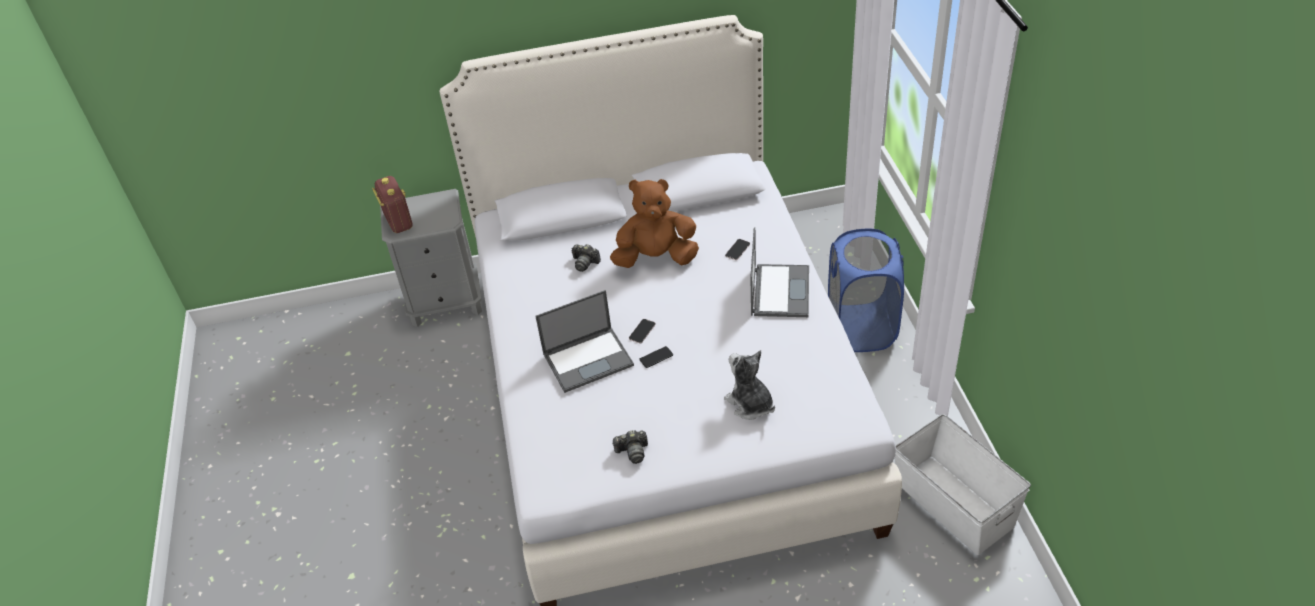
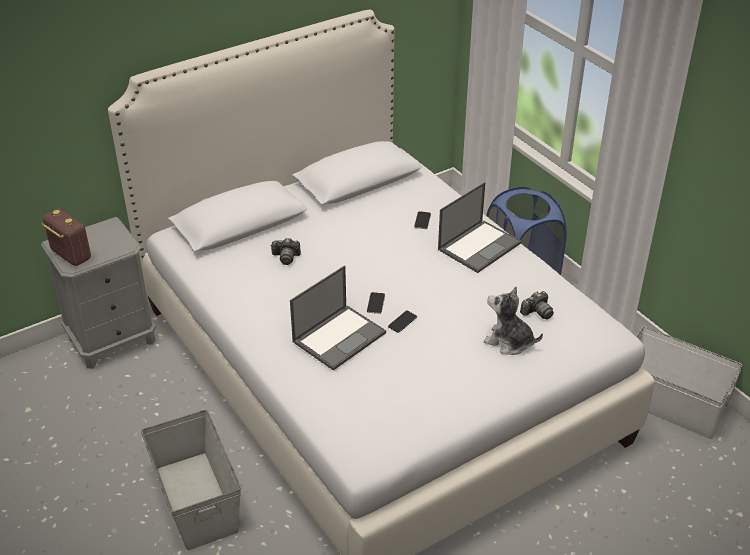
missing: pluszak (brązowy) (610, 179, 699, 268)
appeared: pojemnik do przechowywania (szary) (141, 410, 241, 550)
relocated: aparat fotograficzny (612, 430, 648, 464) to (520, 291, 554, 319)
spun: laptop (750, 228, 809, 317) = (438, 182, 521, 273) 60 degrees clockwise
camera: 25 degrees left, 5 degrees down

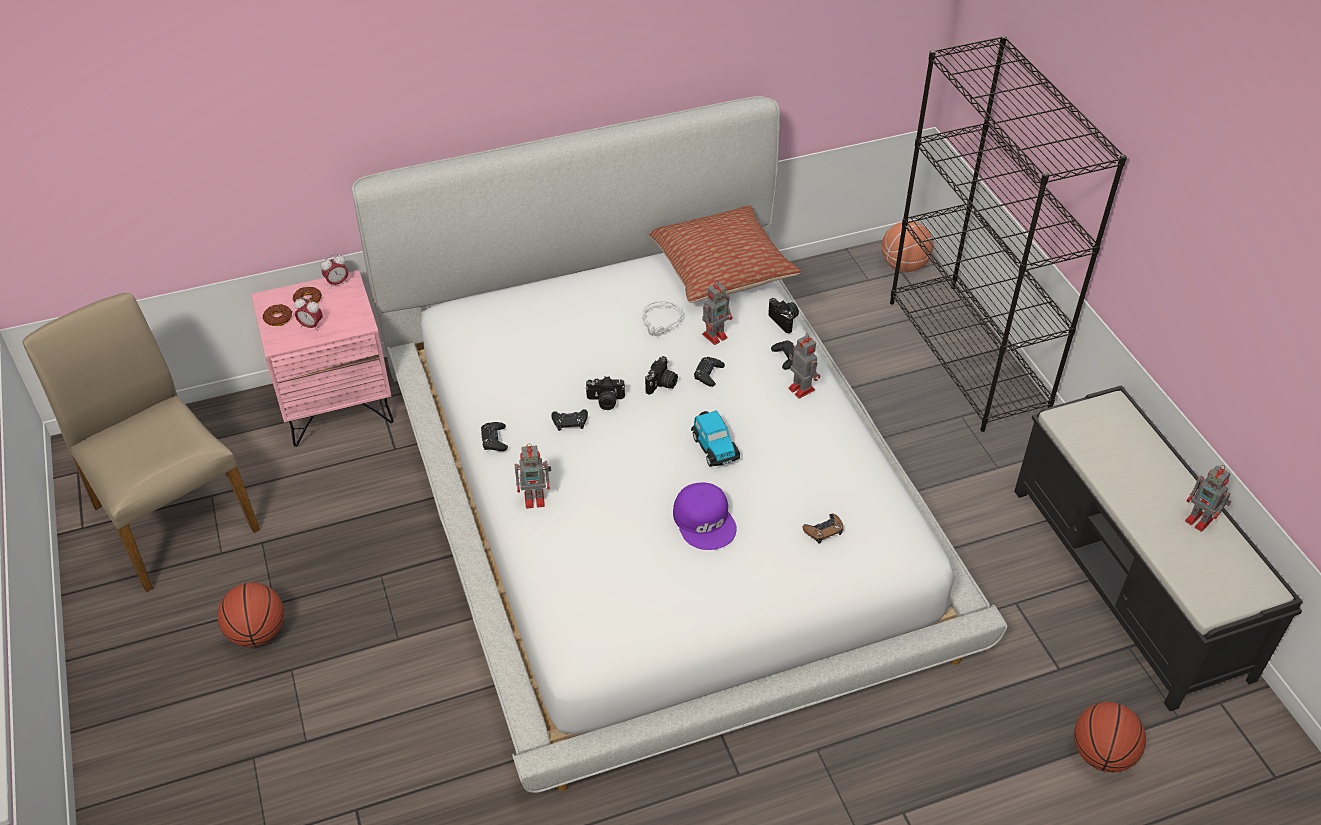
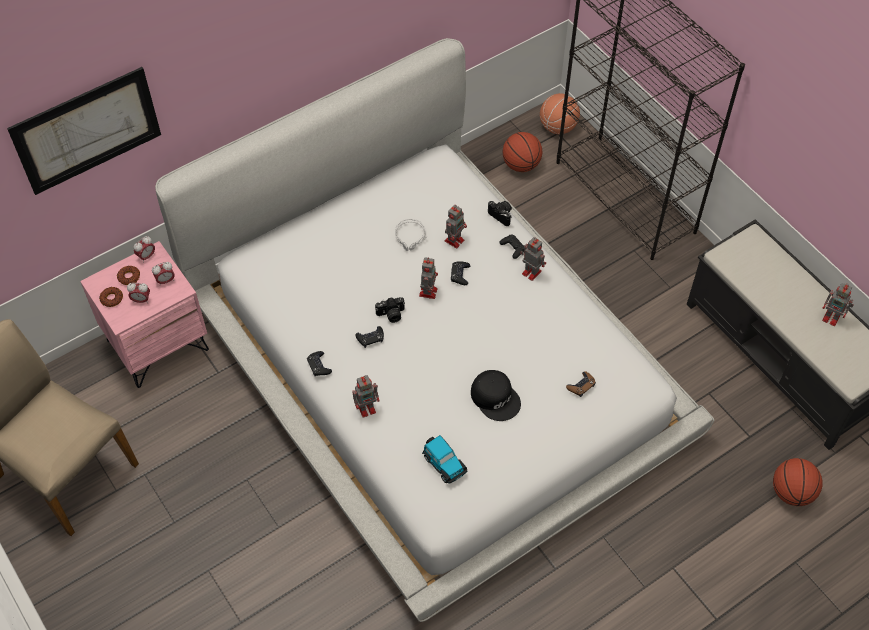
missing: poduszka (648, 205, 801, 303)
appeared: obraz (7, 67, 161, 195); budzik (152, 262, 175, 286)
relocated: piłka do koszykówki (217, 582, 284, 647) to (503, 132, 542, 172); samochodzik (691, 411, 740, 467) to (422, 435, 467, 484)
exchanged: aparat fotograficzny (645, 356, 678, 395) to robot zabawkowy (419, 257, 438, 299)
colour: czapka z daszkiem (fioletowy) (673, 482, 737, 550) to czapka z daszkiem (czarny) (471, 370, 521, 421)
camera: 15 degrees left, 10 degrees up

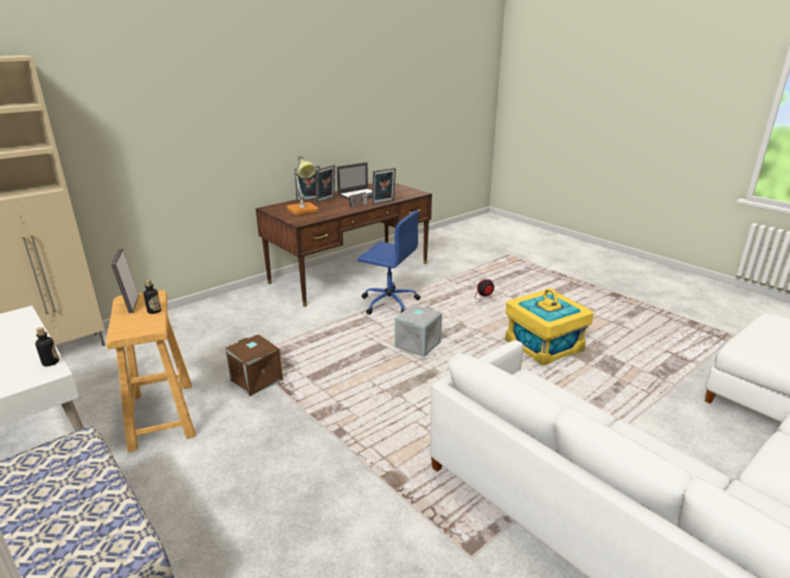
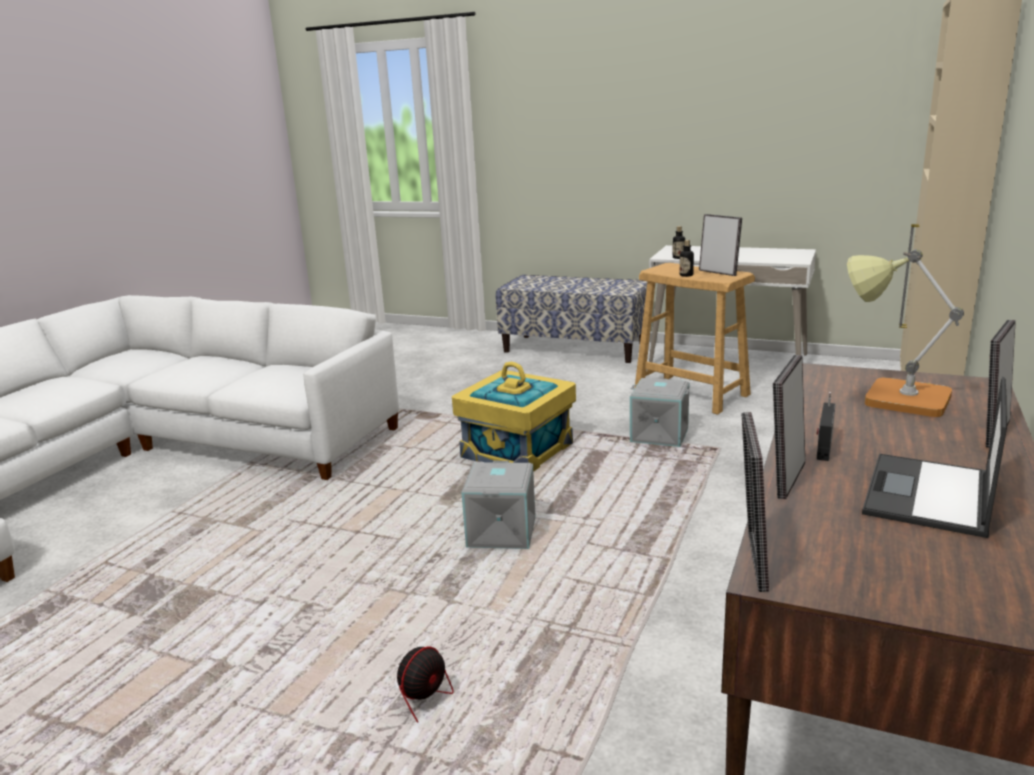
missing: krzesło biurowe (niebieski) (358, 210, 420, 315)
relocated: ramka na zdjęcie (316, 165, 335, 203) to (741, 412, 769, 592); pojemnik do przechowywania (żółty) (505, 288, 594, 366) to (452, 362, 576, 472)
colour: pojemnik do przechowywania (brązowy) (225, 334, 283, 396) to pojemnik do przechowywania (szary) (630, 378, 690, 447)
camera: 155 degrees right, 5 degrees down

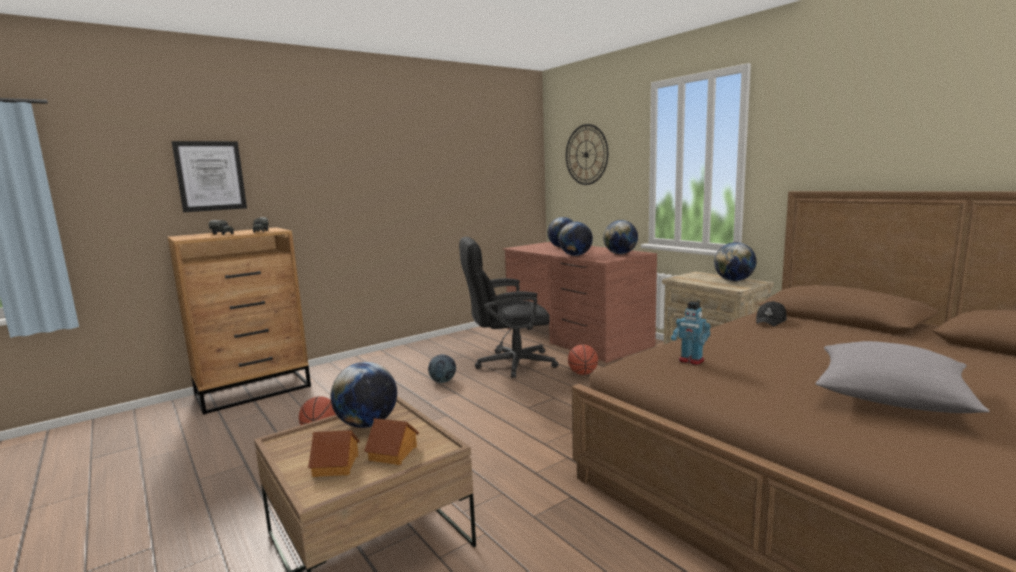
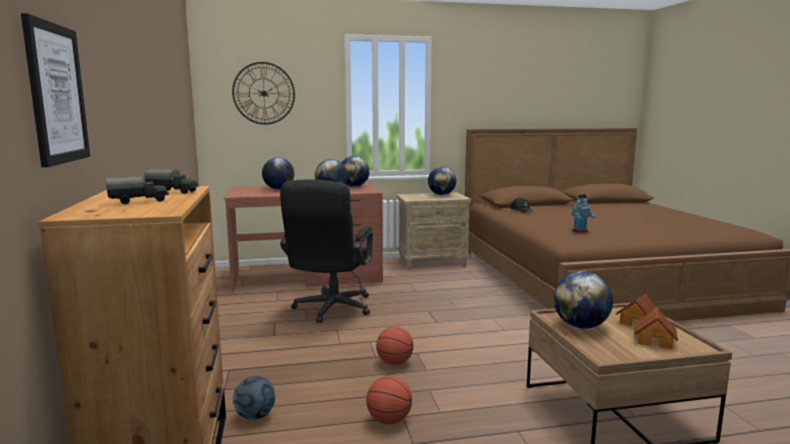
missing: poduszka (szary) (815, 341, 989, 413)
relocated: piłka futbolowa (428, 354, 456, 383) to (233, 376, 275, 420); piłka do koszykówki (568, 345, 598, 375) to (376, 327, 414, 365)
camera: 65 degrees left, 0 degrees up

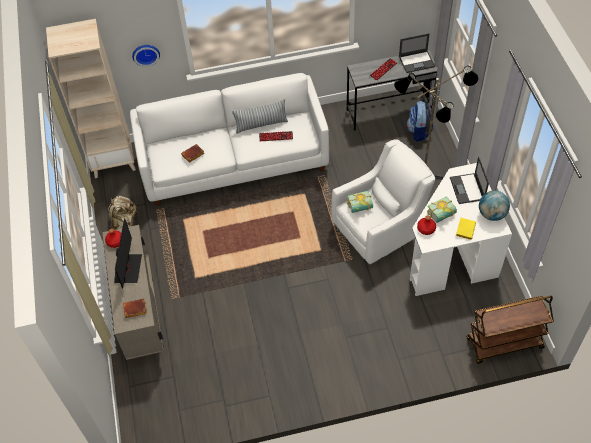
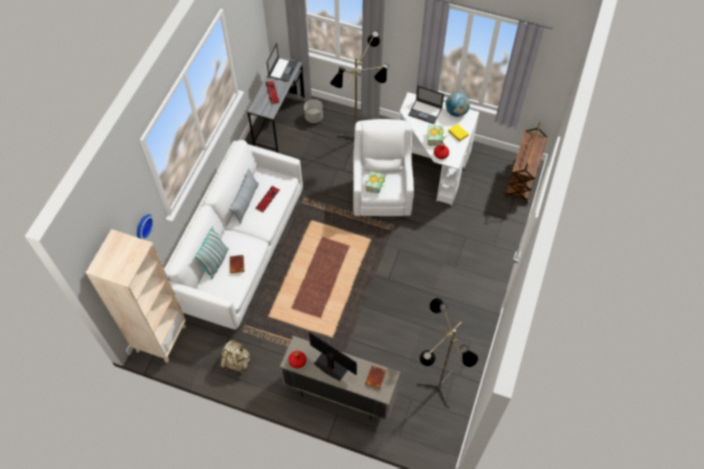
appeared: poduszka (195, 226, 229, 279); lampa stojąca (417, 298, 478, 408)
exchanged: plecak (407, 101, 433, 141) to donica (szary) (304, 99, 323, 123)
camera: 60 degrees left, 5 degrees up

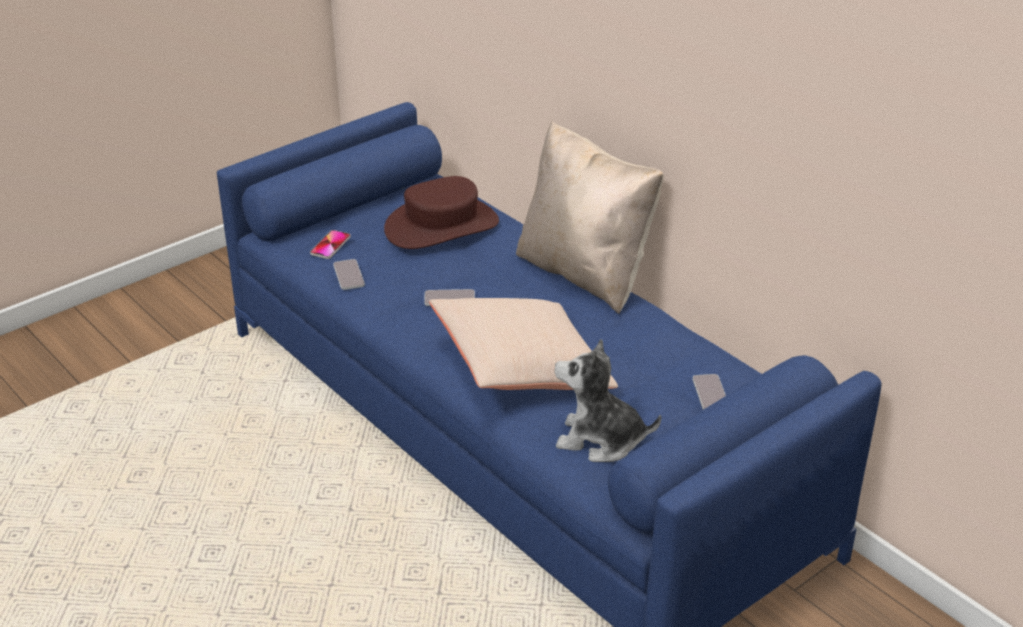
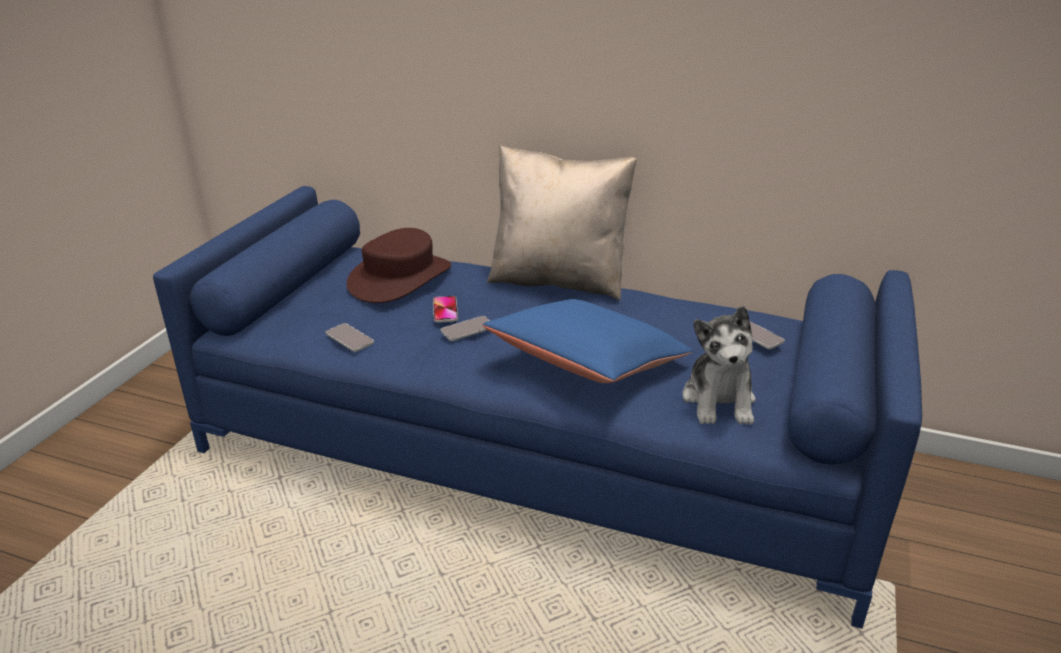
relocated: telefon (310, 230, 351, 259) to (433, 296, 458, 322)
colour: poduszka (beżowy) (429, 298, 618, 390) to poduszka (niebieski) (483, 299, 692, 383)
spun: pluszak (554, 339, 662, 462) = (683, 306, 756, 425) 75 degrees counterclockwise
camera: 30 degrees left, 5 degrees down

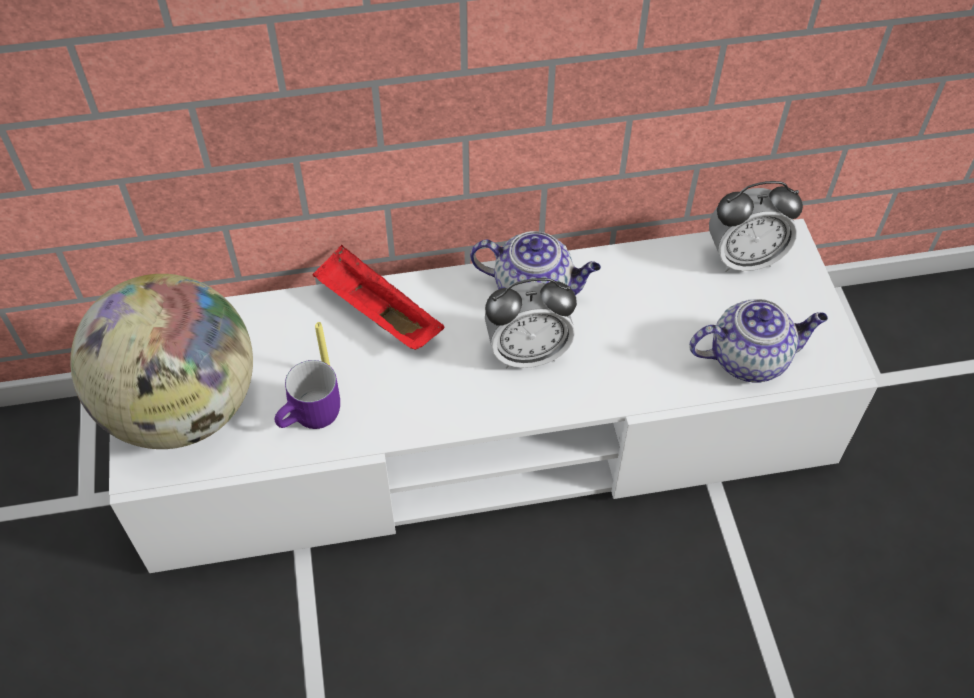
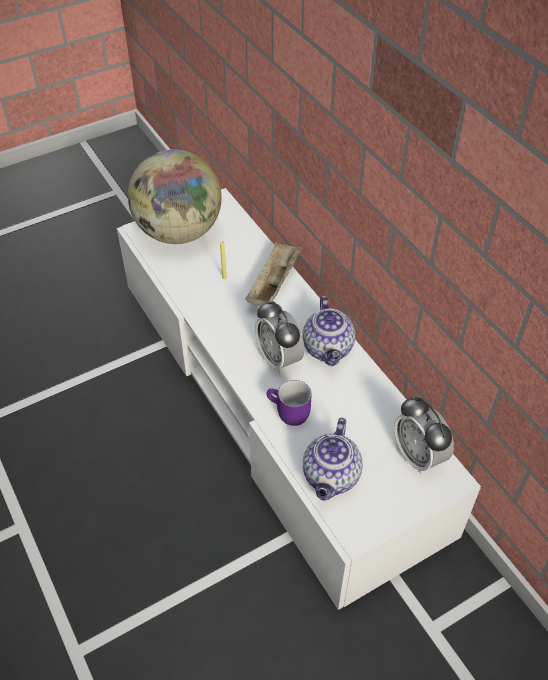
relocated: kubek (fioletowy) (275, 360, 340, 429) to (267, 380, 312, 426)
colour: taca (czerwony) (313, 245, 444, 350) to taca (beżowy) (245, 242, 303, 306)
spun: imbryk (689, 299, 828, 383) = (303, 418, 363, 501) 45 degrees clockwise
camera: 70 degrees right, 5 degrees down

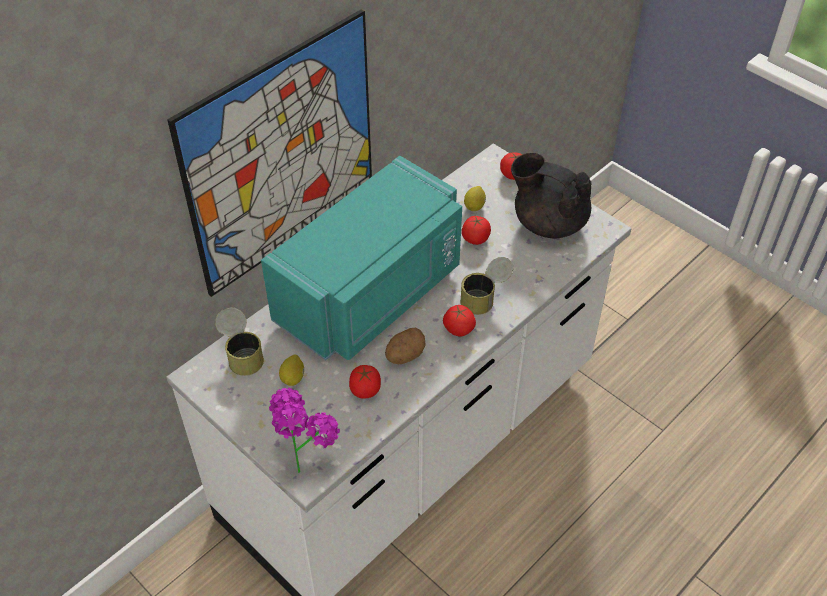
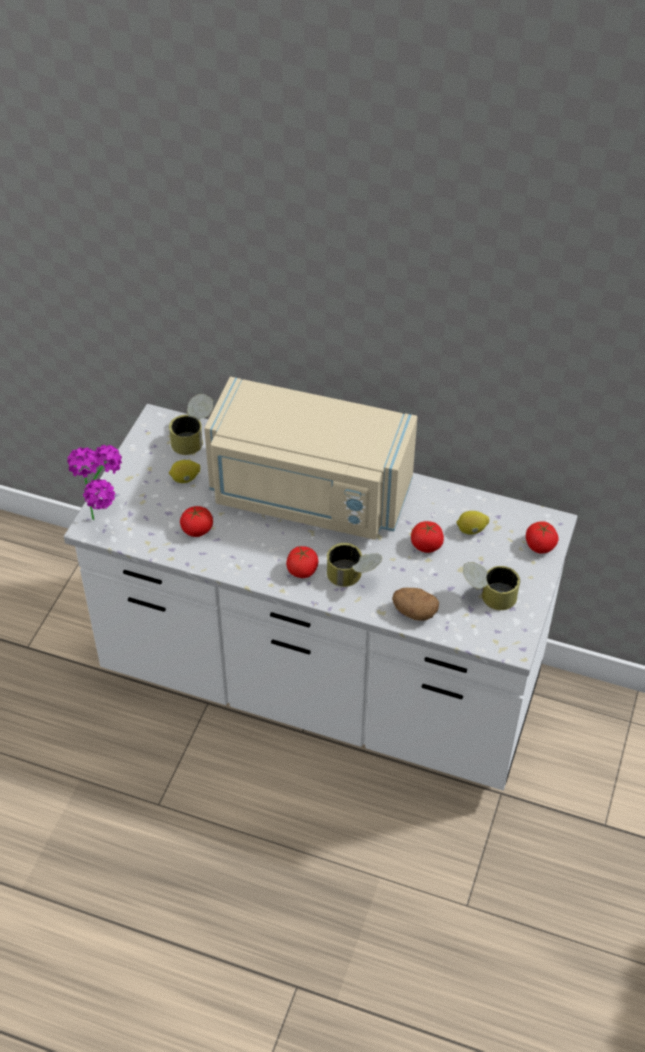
missing: obraz (167, 9, 372, 297)
relocated: ziemniak (385, 327, 426, 364) to (392, 588, 439, 621)
exchanged: imbryk (czarny) (511, 153, 591, 238) to puszka (463, 562, 520, 610)
colour: mikrofalówka (turkusowy) (261, 156, 462, 360) to mikrofalówka (beżowy) (204, 377, 417, 540)
camera: 65 degrees right, 0 degrees up

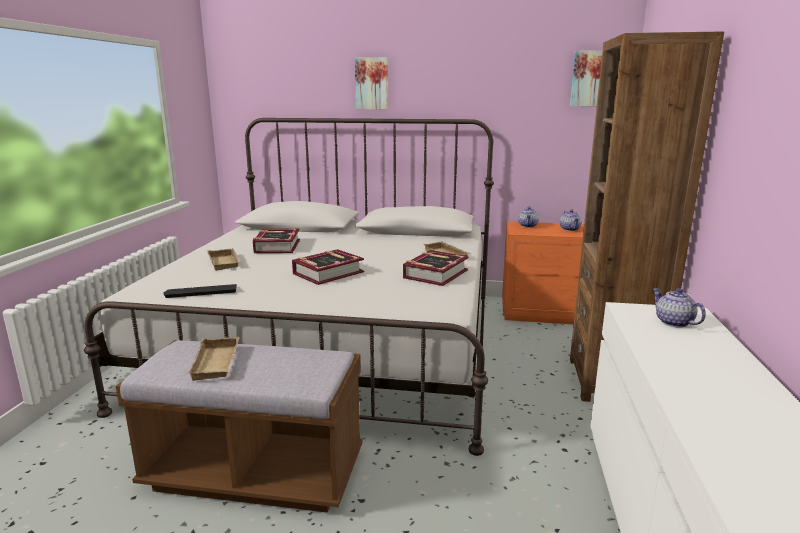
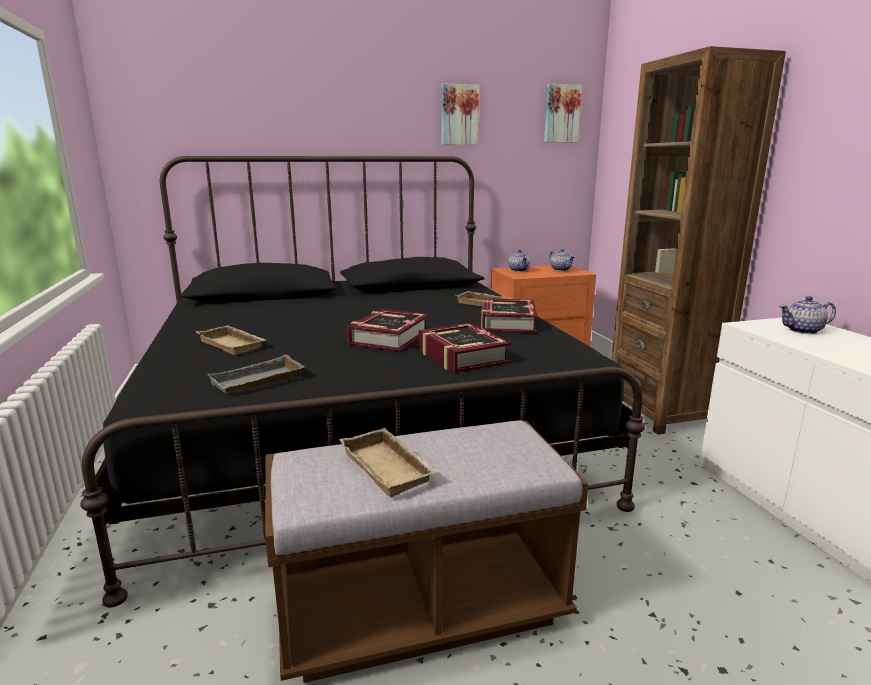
relocated: książka (253, 228, 300, 253) to (418, 323, 511, 373); obraz (355, 57, 388, 109) to (442, 83, 479, 145)
exchanged: klawiatura (164, 284, 237, 298) to taca (szary) (207, 355, 305, 394)
colour: łóżko (biały) (84, 118, 494, 456) to łóżko (czarny) (80, 156, 645, 608)
spun: imbryk (653, 289, 706, 328) = (779, 296, 836, 334) 45 degrees counterclockwise
camera: 25 degrees left, 0 degrees up

